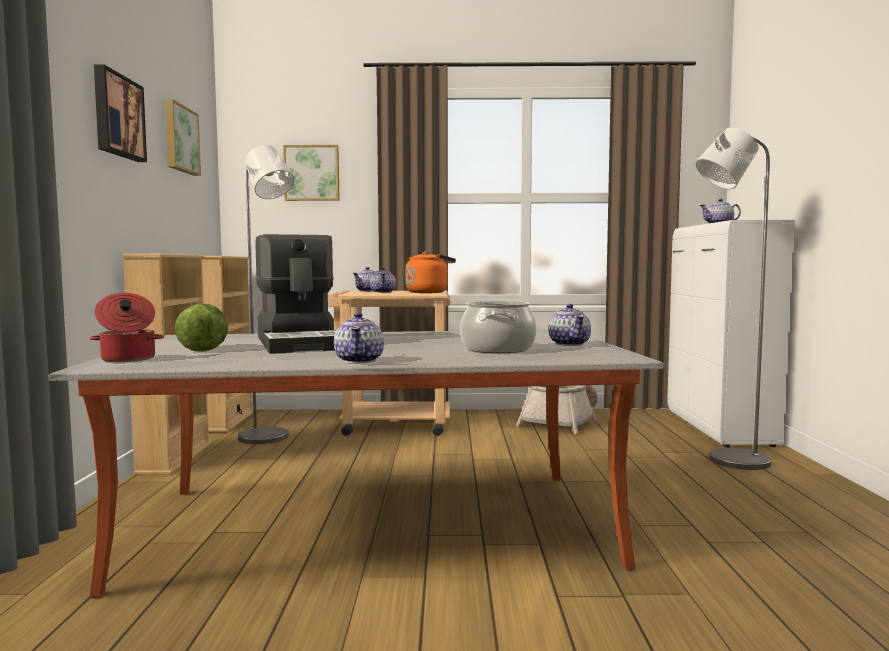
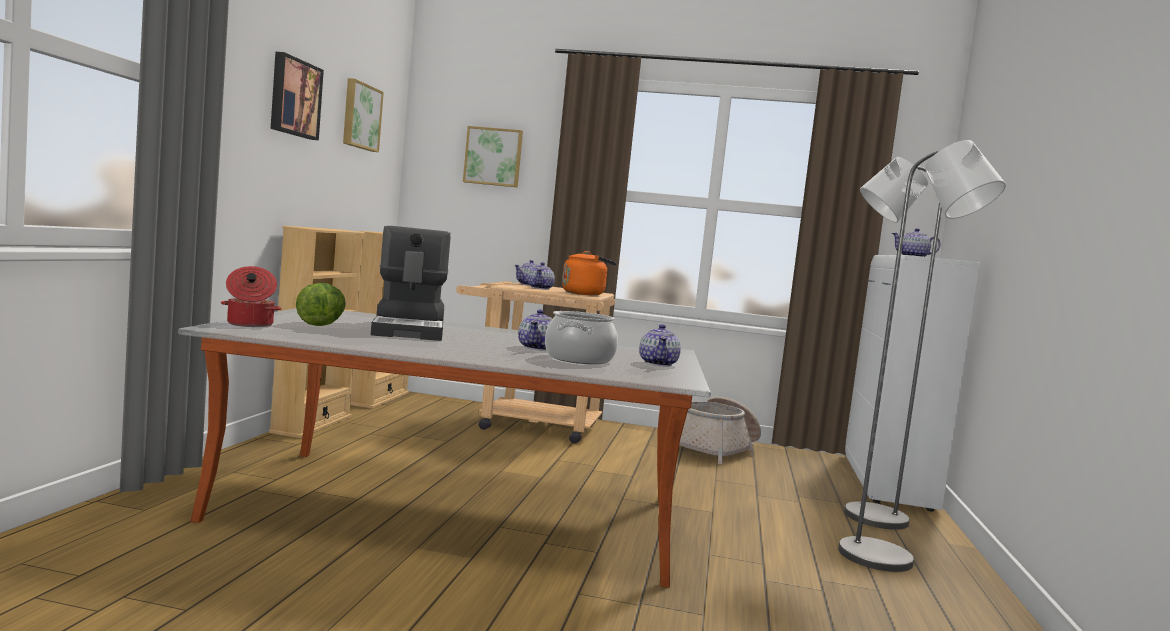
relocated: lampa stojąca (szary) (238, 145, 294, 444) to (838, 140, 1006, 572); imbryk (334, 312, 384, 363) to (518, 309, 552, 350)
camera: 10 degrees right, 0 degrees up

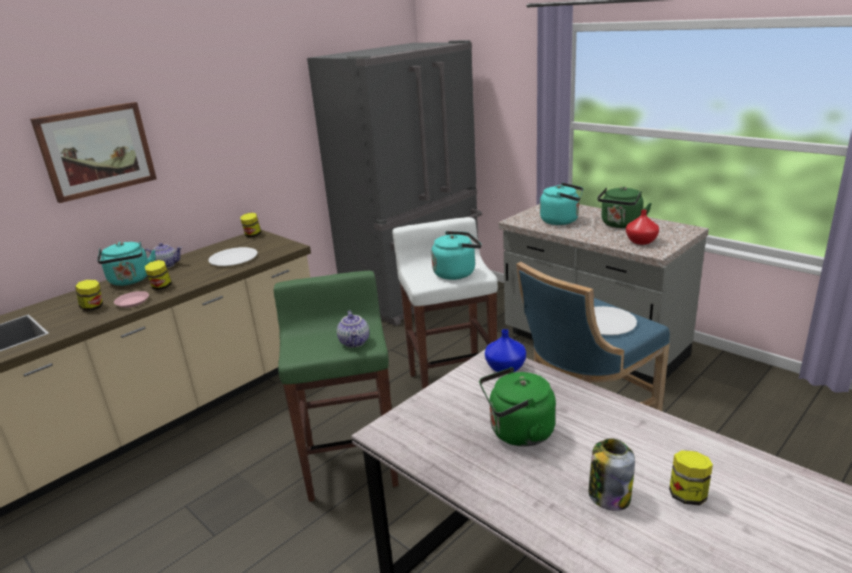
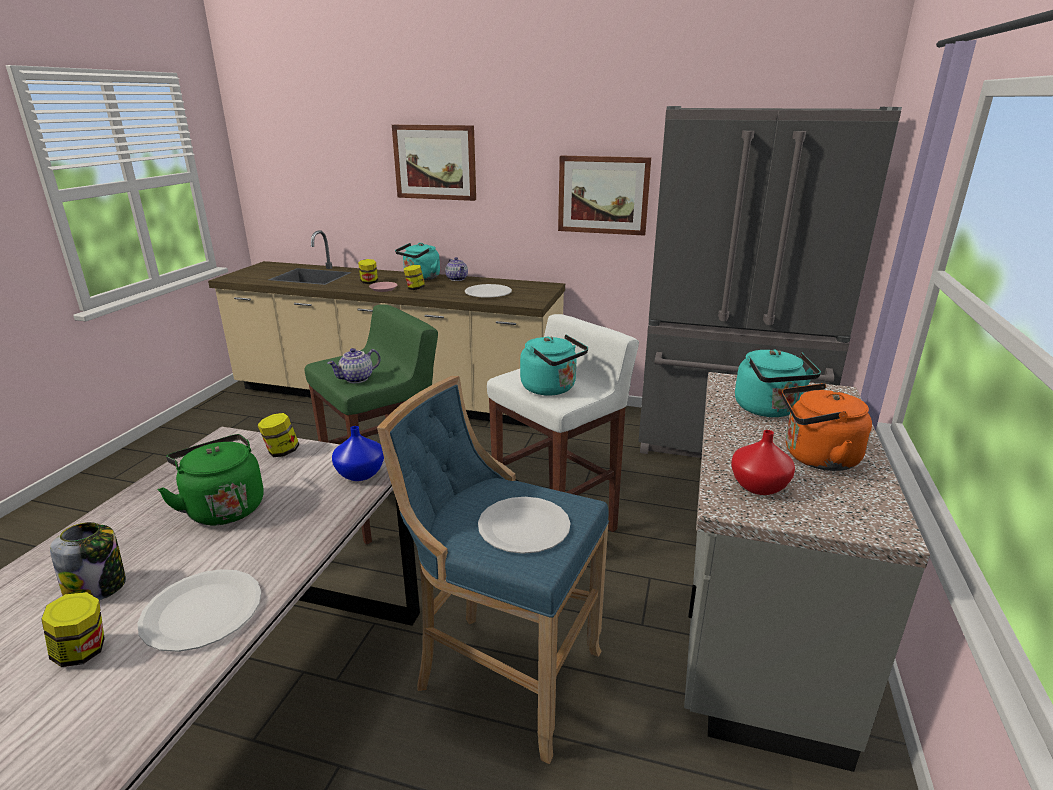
appeared: talerz (biały) (137, 569, 262, 652); obraz (558, 156, 651, 236)
relocated: słoik (241, 212, 261, 237) to (257, 413, 300, 457)
colour: czajnik (zielony) (597, 186, 652, 228) to czajnik (pomarańczowy) (782, 383, 872, 471)
camera: 60 degrees right, 0 degrees up

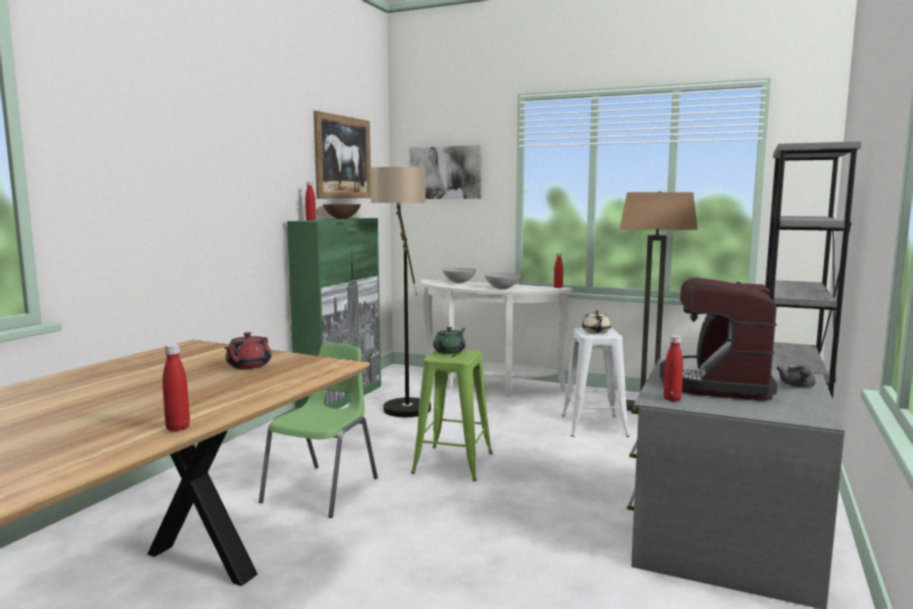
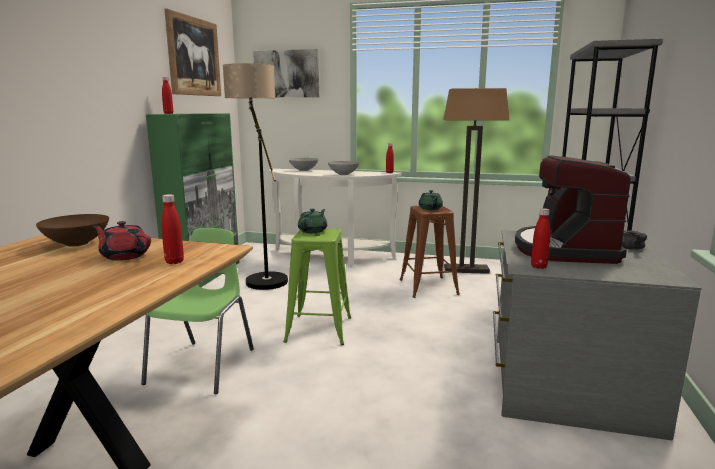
relocated: butelka (czerwony) (162, 344, 190, 431) to (161, 194, 184, 264); miska (brązowy) (323, 204, 361, 219) to (36, 214, 109, 247)
colour: stołek (biały) (562, 328, 630, 437) to stołek (brązowy) (400, 206, 460, 298); imbryk (beżowy) (582, 310, 611, 334) to imbryk (zielony) (419, 190, 443, 210)
spun: imbryk (czerwony) (224, 332, 271, 369) = (93, 221, 151, 261) 105 degrees clockwise
camera: 10 degrees left, 5 degrees up

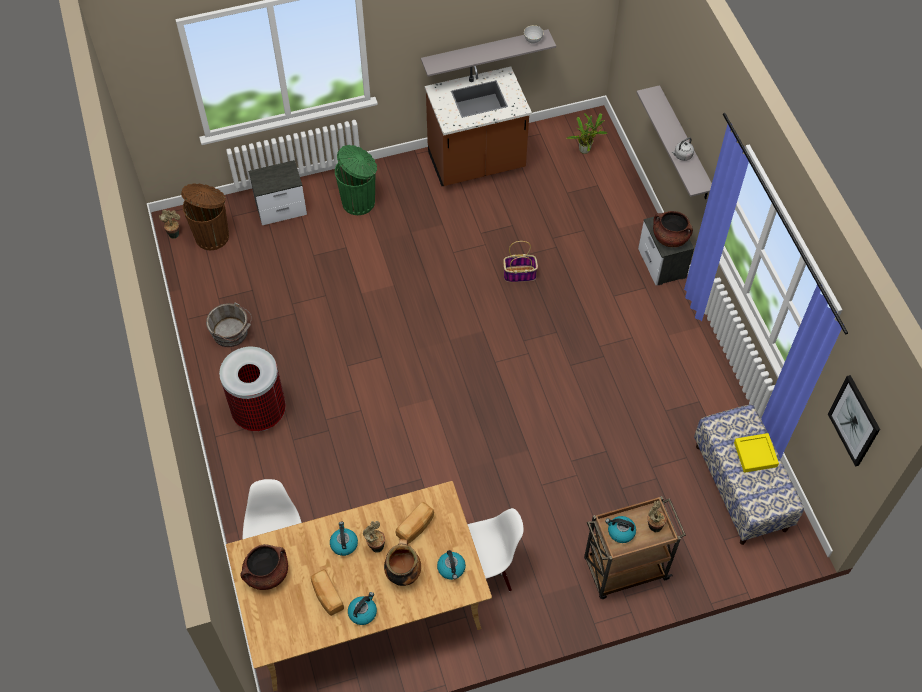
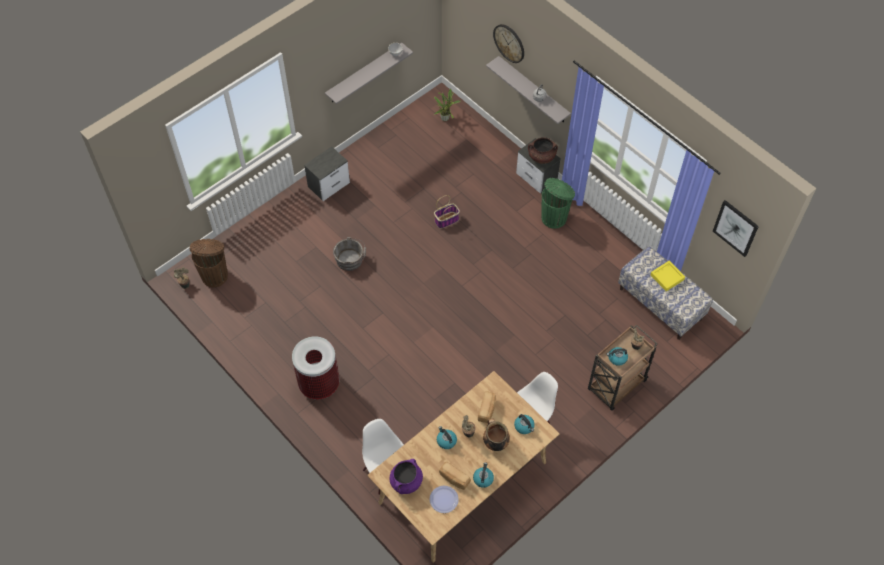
missing: zabudowa kuchenna (brązowy) (425, 66, 532, 186)
appeared: talerz (429, 486, 459, 513); zegar ścienny (493, 24, 524, 63)
relocated: wiadro (szary) (206, 302, 252, 347) to (333, 237, 366, 271); szafka nocna (248, 160, 307, 225) to (304, 146, 350, 201); kosz na śmieci (zielony) (335, 145, 377, 215) to (541, 178, 575, 229)
colour: garnek (brązowy) (240, 544, 288, 590) to garnek (fioletowy) (390, 459, 423, 494)
camera: 25 degrees left, 0 degrees up

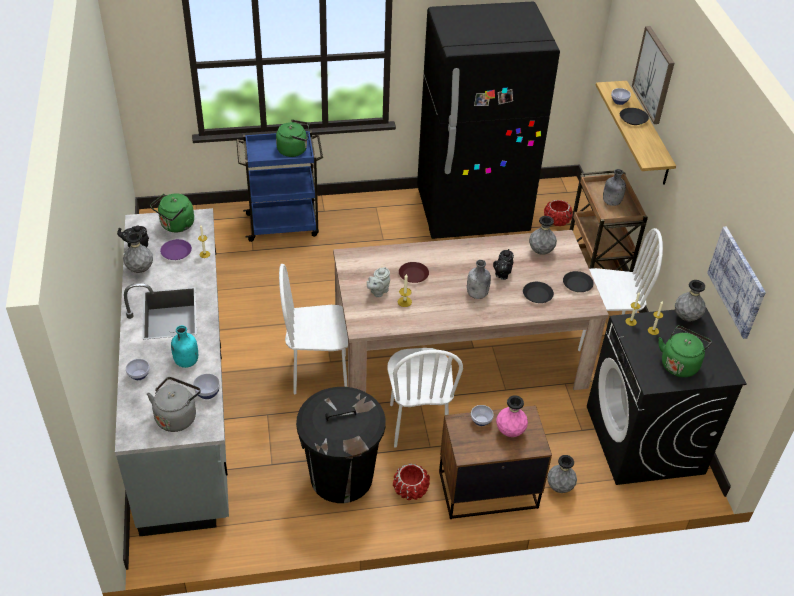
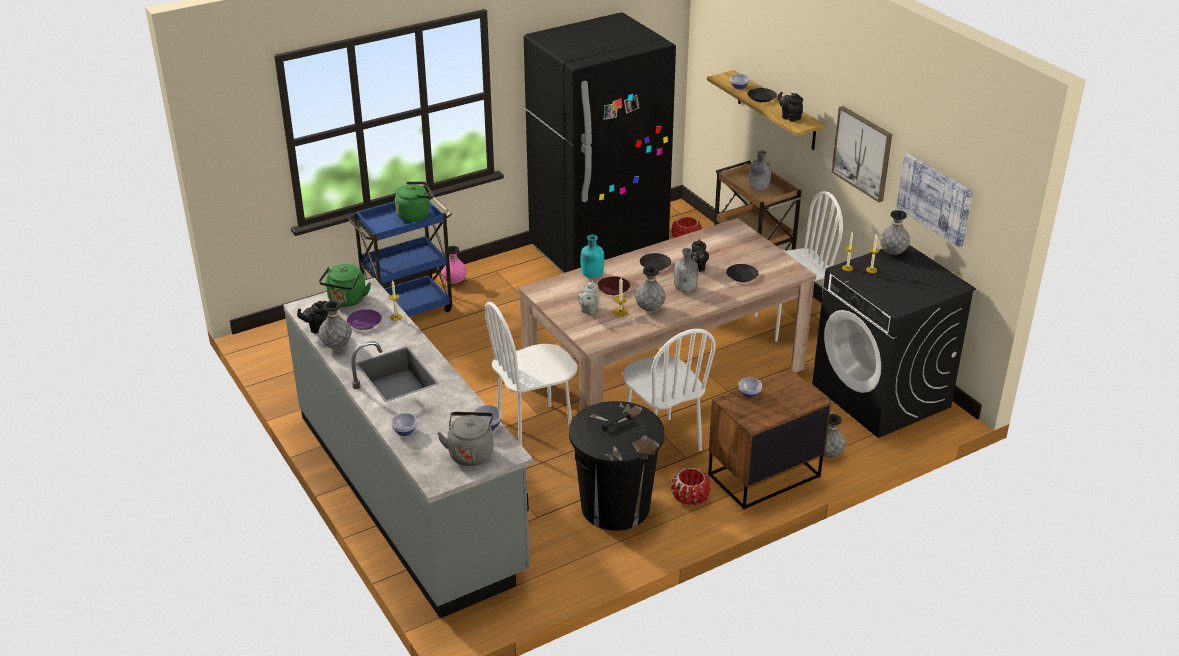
missing: czajnik (zielony) (659, 326, 712, 377)
appeared: imbryk (czarny) (777, 92, 803, 122)
relocated: butelka (turkusowy) (171, 325, 198, 368) to (580, 235, 604, 278); wazon (różowy) (496, 395, 528, 437) to (441, 246, 467, 284); wazon (szary) (529, 216, 557, 255) to (635, 266, 666, 311); talerz (czarny) (563, 271, 594, 292) to (640, 253, 671, 271); obraz (632, 26, 674, 124) to (831, 106, 892, 202)
camera: 20 degrees left, 10 degrees down

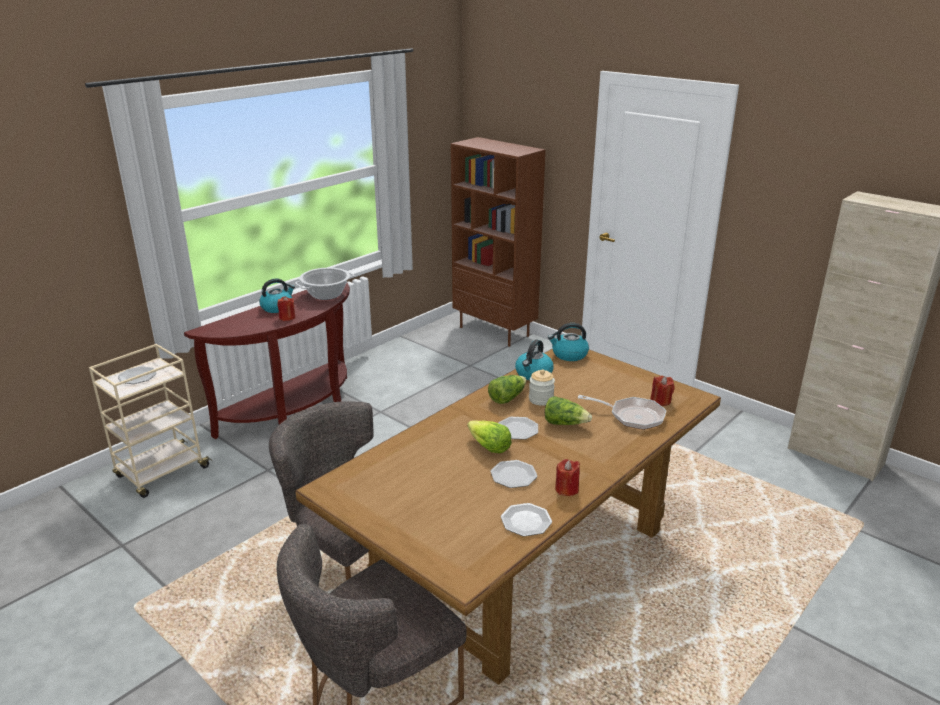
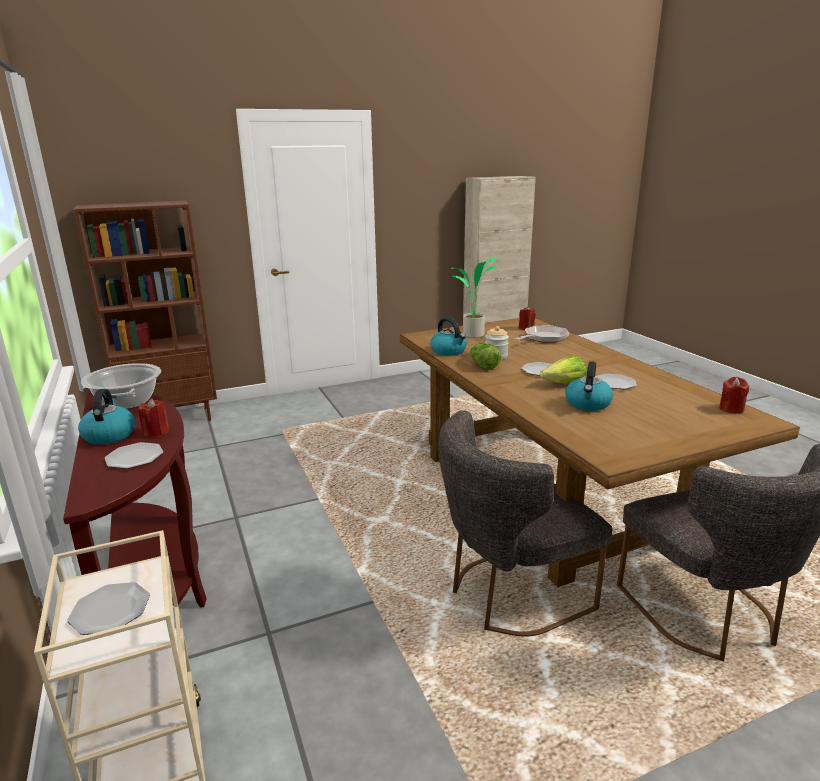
missing: sałata (545, 396, 592, 425)
appeared: roślina doniczkowa (451, 257, 497, 338)
relocated: talerz (501, 503, 552, 536) to (105, 442, 163, 469); czajnik (548, 323, 589, 361) to (565, 361, 613, 411); świeca (czerwony) (555, 459, 580, 496) to (719, 377, 749, 413)
camera: 65 degrees left, 5 degrees down

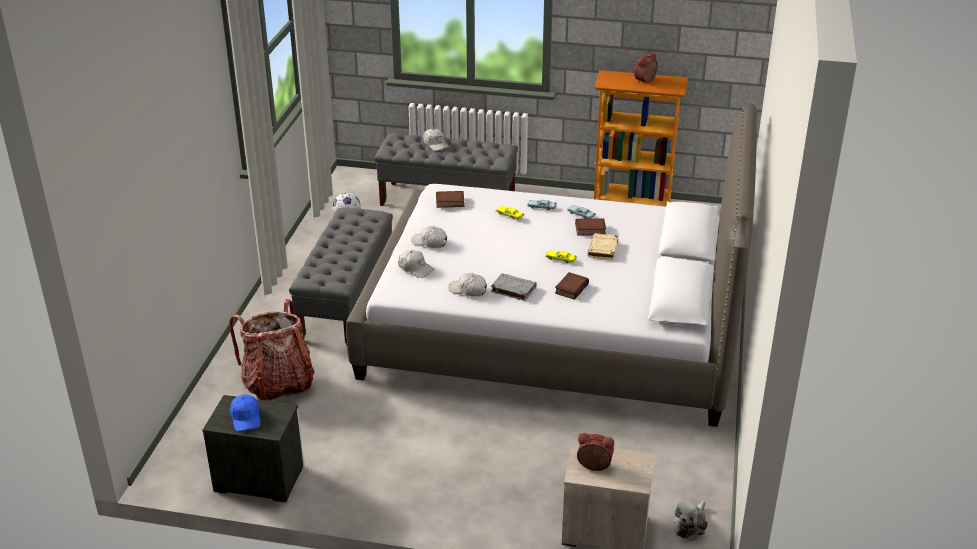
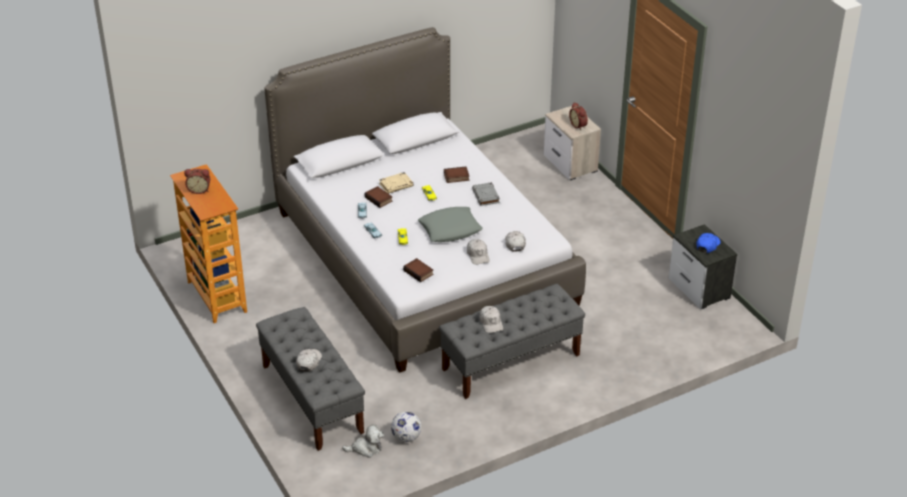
missing: plecak (229, 299, 315, 402)
appeared: poduszka (szary) (418, 207, 483, 242)
relocated: czapka z daszkiem (biały) (448, 273, 487, 297) to (479, 306, 503, 333); pluszak (673, 501, 708, 541) to (342, 424, 384, 458)
camera: 130 degrees left, 5 degrees up

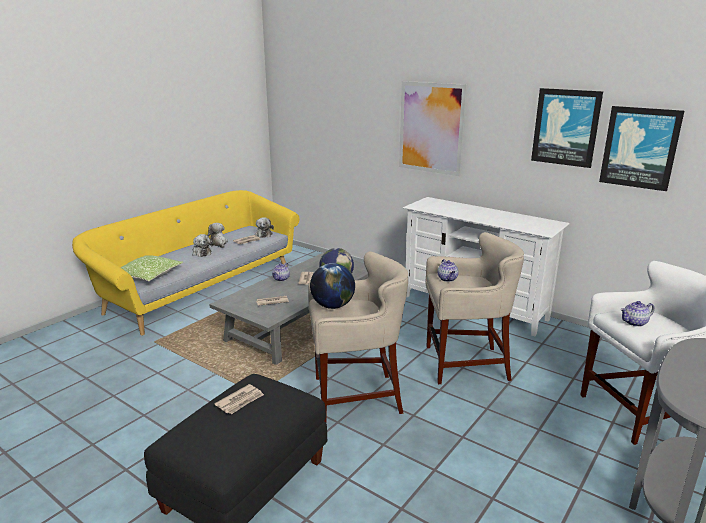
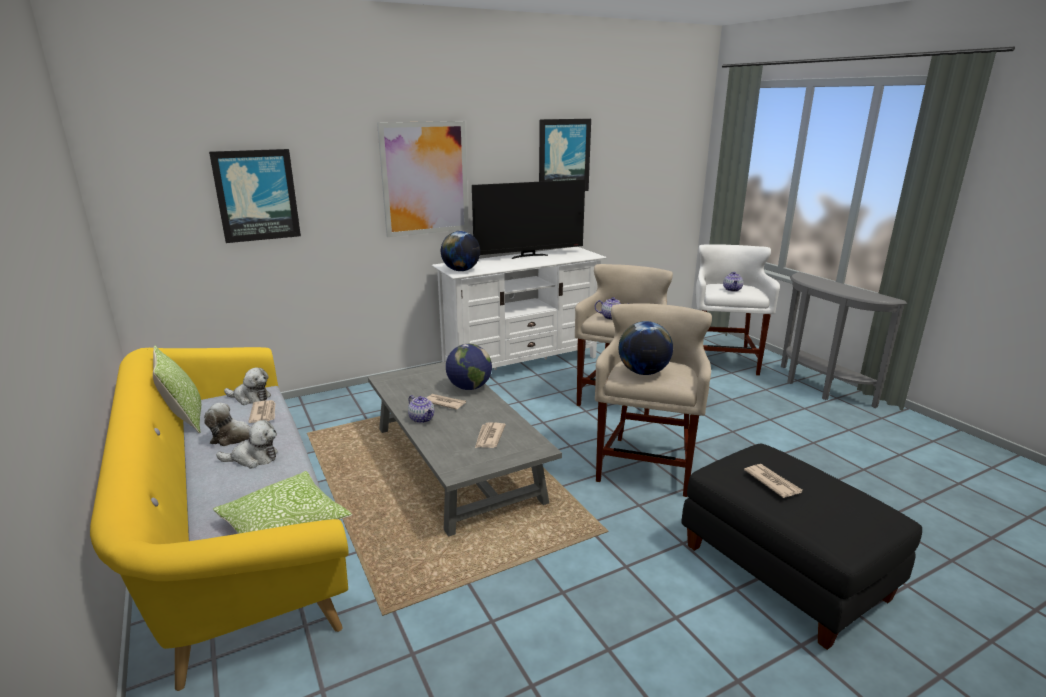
appeared: poduszka (153, 346, 201, 434); globus (441, 231, 480, 271); telewizor (472, 180, 585, 259)
relocated: obraz (599, 106, 684, 191) to (209, 149, 301, 243)
camera: 65 degrees left, 0 degrees up

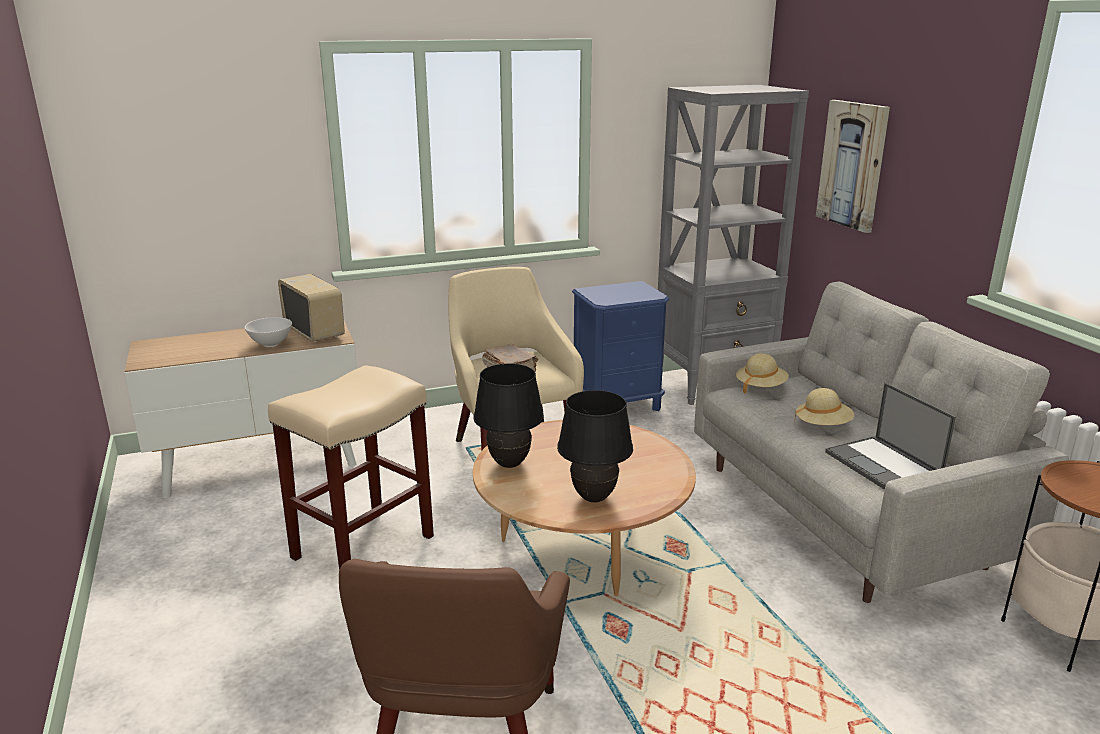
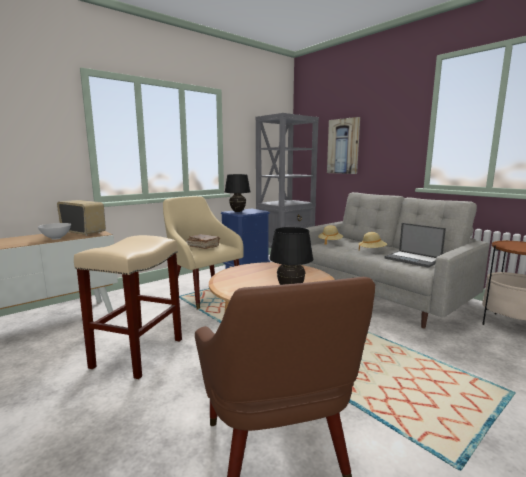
relocated: lampa stołowa (czarny) (473, 364, 544, 468) to (225, 174, 251, 212)
camera: 20 degrees left, 10 degrees down

